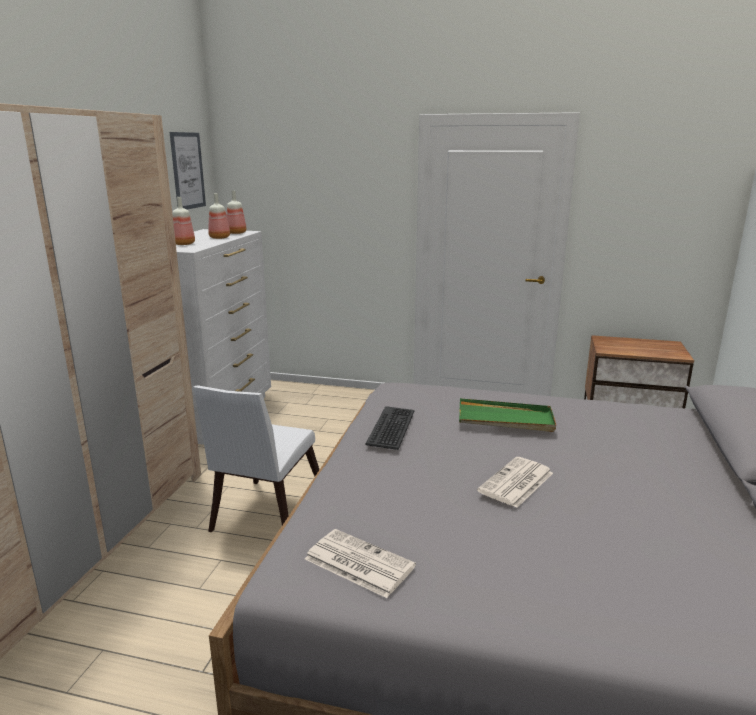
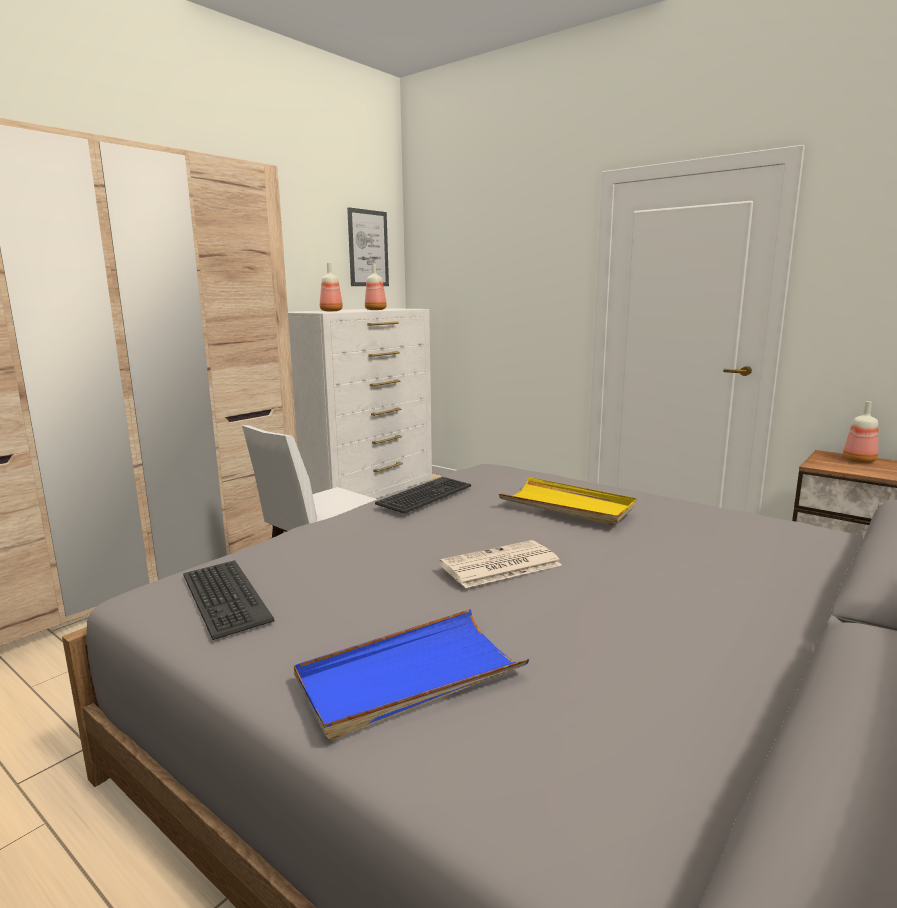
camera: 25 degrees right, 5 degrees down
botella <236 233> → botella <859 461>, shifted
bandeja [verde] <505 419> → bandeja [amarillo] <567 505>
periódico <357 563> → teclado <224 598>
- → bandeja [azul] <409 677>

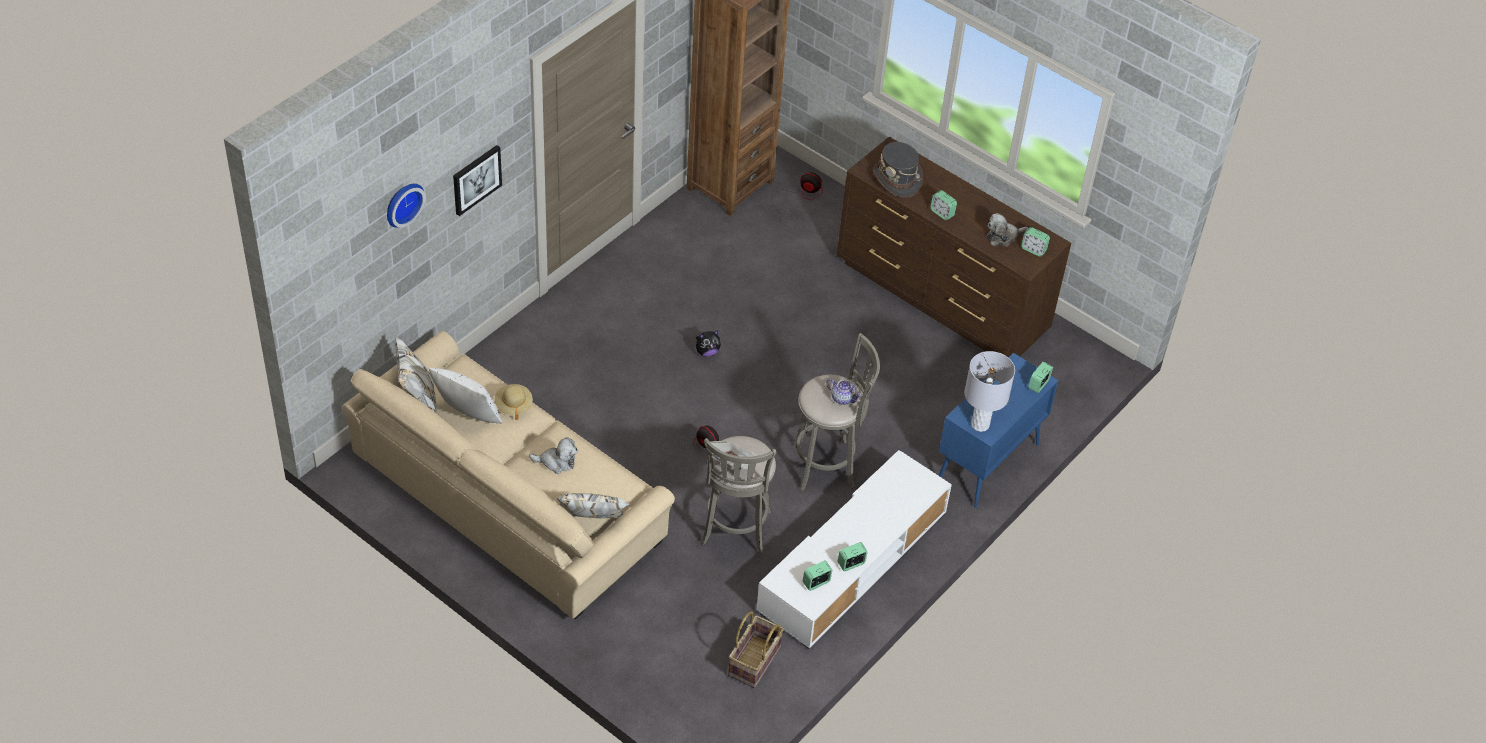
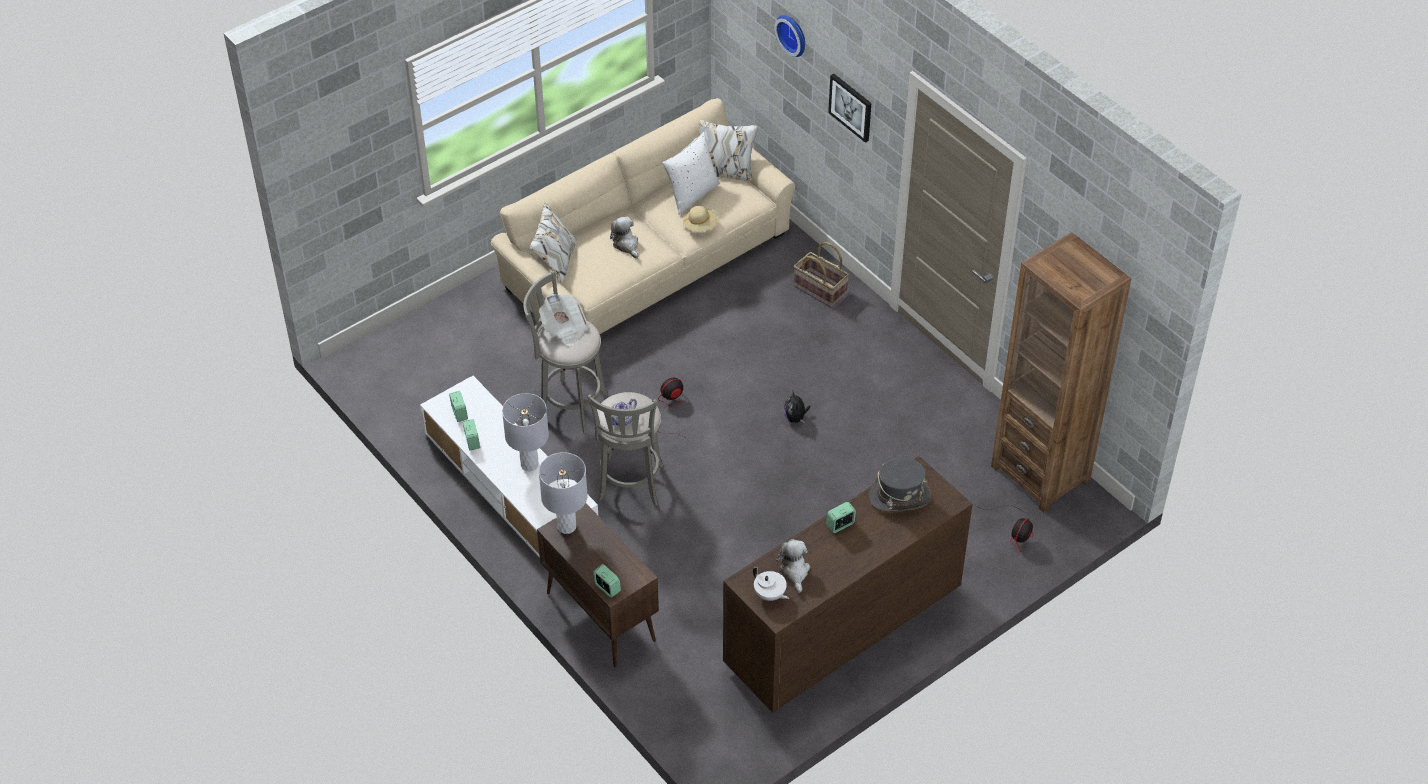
camera: 105 degrees right, 0 degrees up
despertador <1033 249> → tetera [blanco] <770 595>
armario [azul] <987 464> → armario [marrón] <600 616>
peluche <556 462> → peluche <626 245>, 135 degrees clockwise
cesta <755 662> → cesta <819 290>, shifted
- → lámpara de mesa [gris] <529 464>

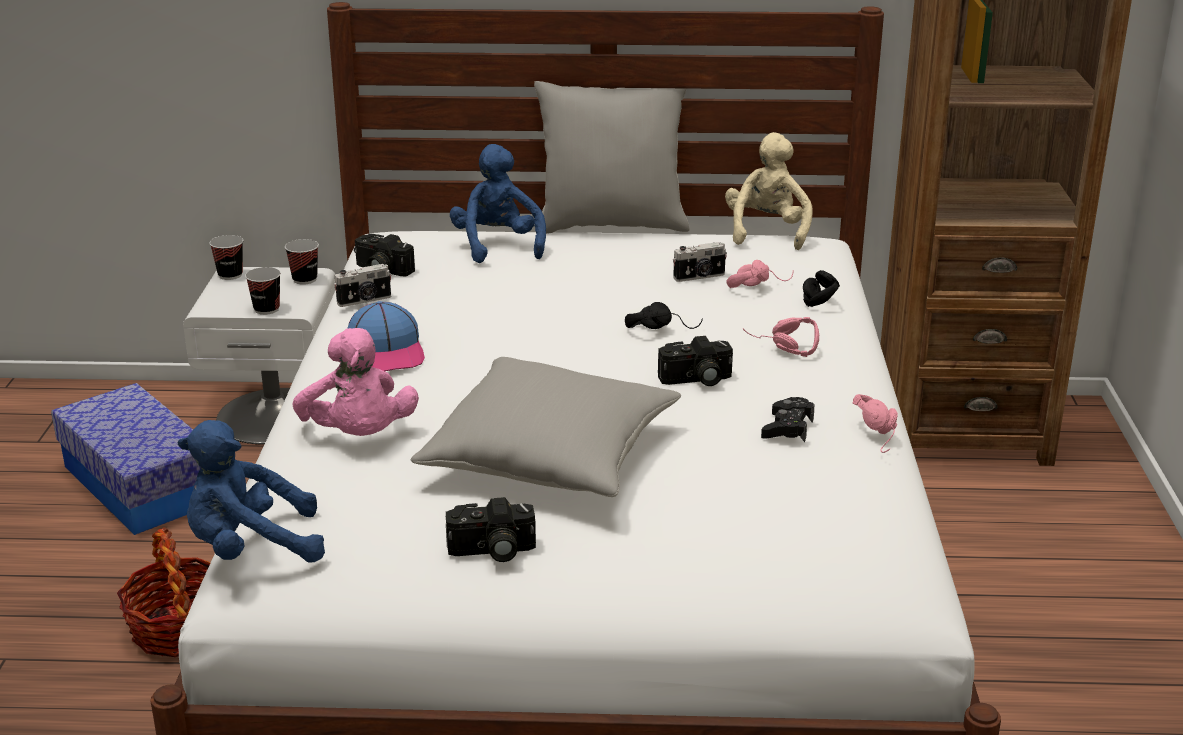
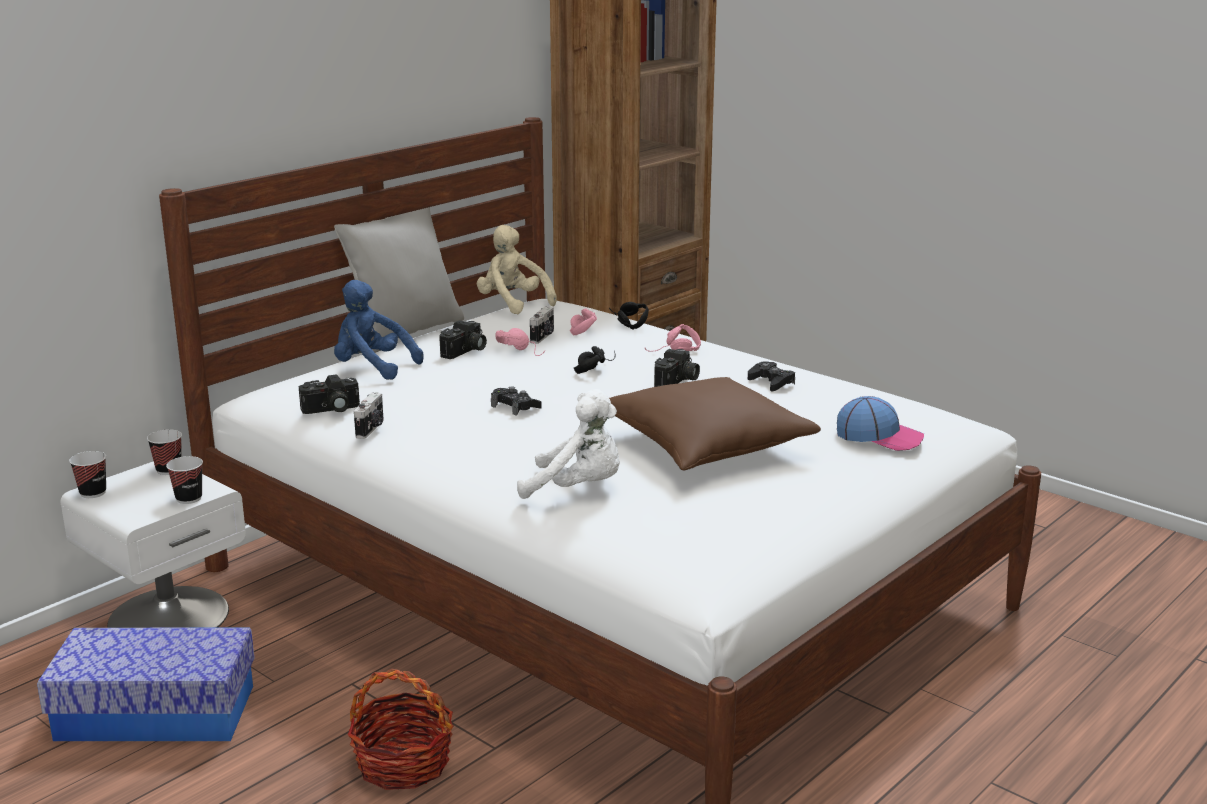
camera: 50 degrees left, 5 degrees down
gorra <386 352> → gorra <879 436>, shifted
peluche [rosa] <359 436> → peluche [blanco] <578 489>
cojín [gris] <551 457> → cojín [marrón] <706 445>
auriculares [rosa] <883 436> → auriculares [rosa] <523 351>, shifted
peluche [azul] <251 549> → -
cámara <491 551> → cámara <465 351>, shifted
- → mando de consola [negro] <515 407>

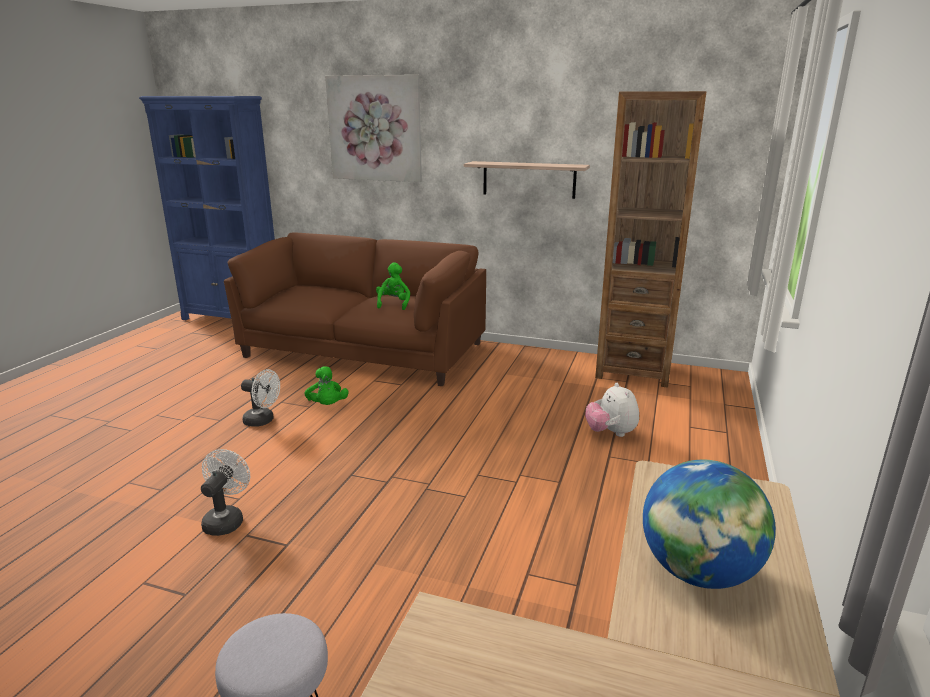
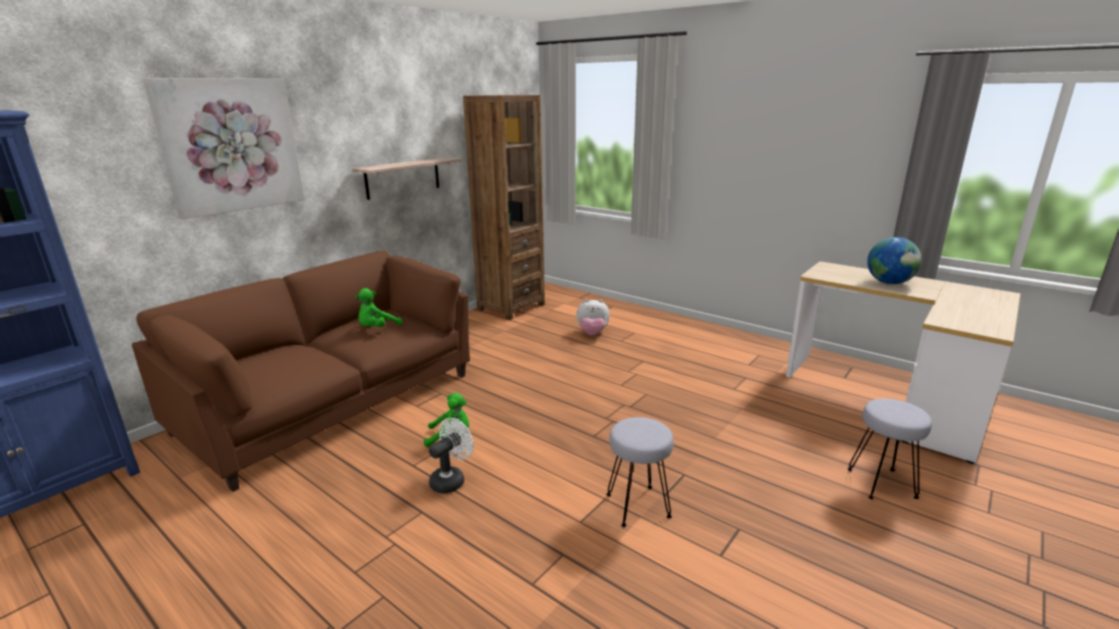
camera: 70 degrees left, 0 degrees up
peluche [verde] <393 304> → peluche [verde] <377 328>, 75 degrees counterclockwise
ventilador [blanco] <226 520> → taburete [gris] <637 506>

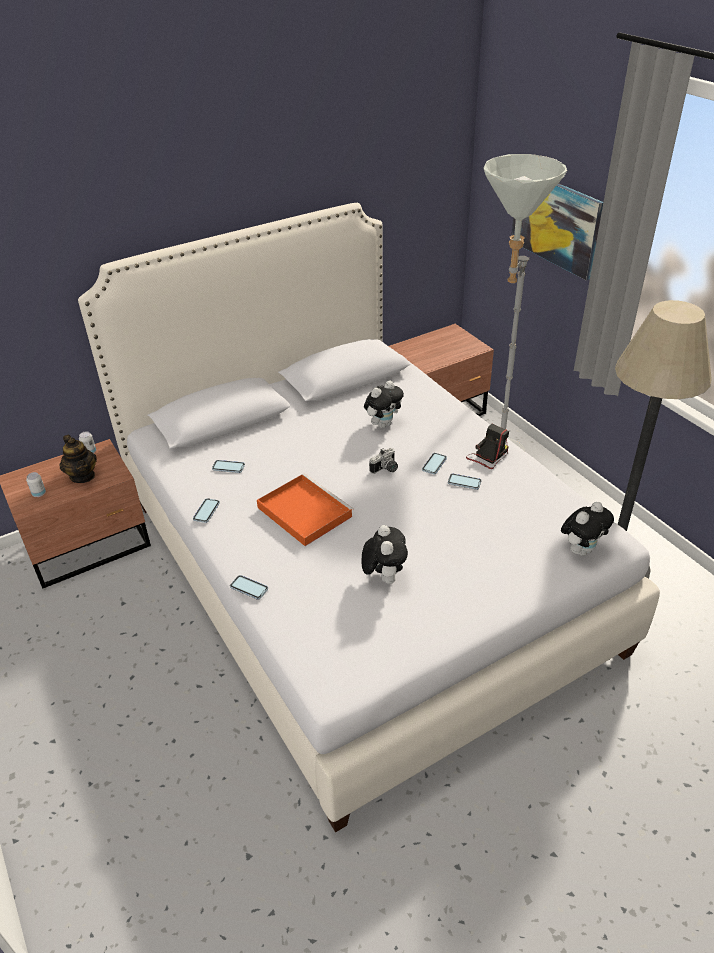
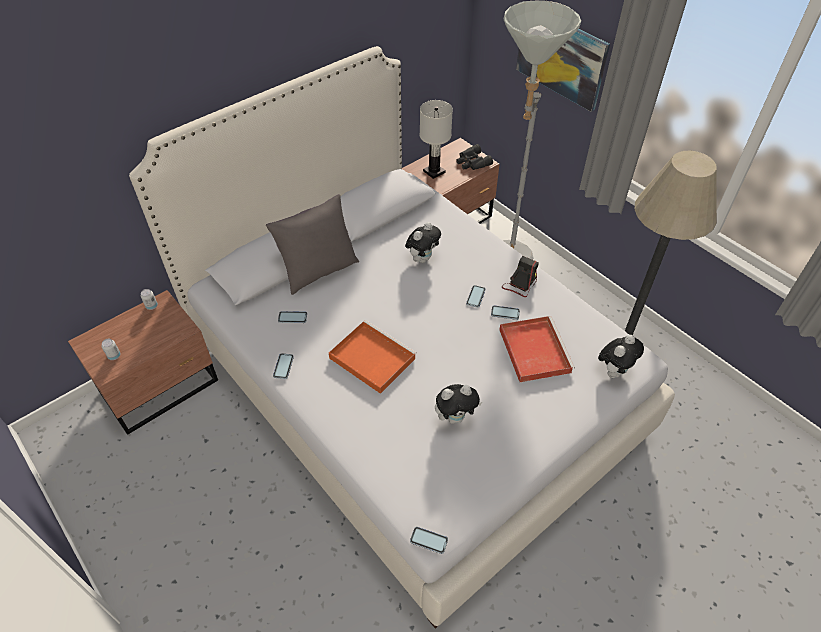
camera: 10 degrees left, 10 degrees up
tetera <83 476> → -
cámara <386 469> → -
peluche <384 577> → peluche <455 417>, 90 degrees clockwise
móvil <249 588> → móvil <429 540>, shifted
- → lámpara de mesa [blanco] <433 171>
- → prismáticos [negro] <472 162>
- → cojín [gris] <319 271>
- → bandeja [rojo] <533 349>

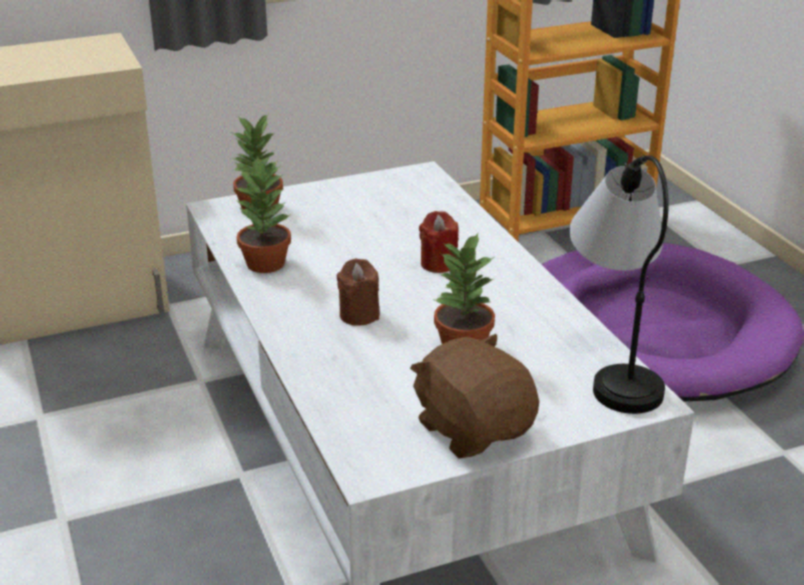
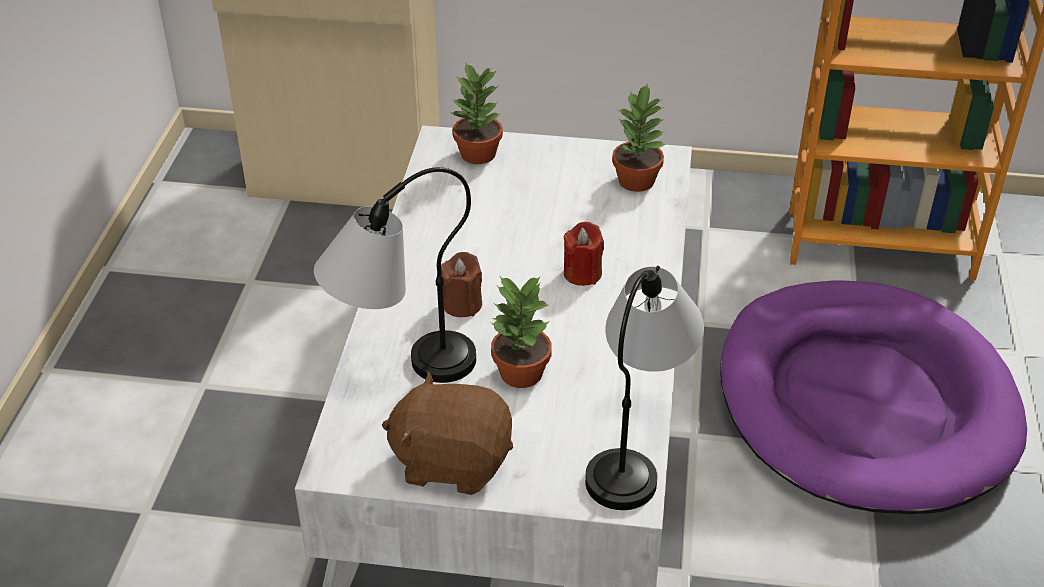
camera: 30 degrees right, 10 degrees up
planta en maceta <266 263> → planta en maceta <637 181>, shifted
peluche [marrón] <474 429> → peluche [marrón] <452 461>, 75 degrees counterclockwise
- → lámpara de mesa <399 369>

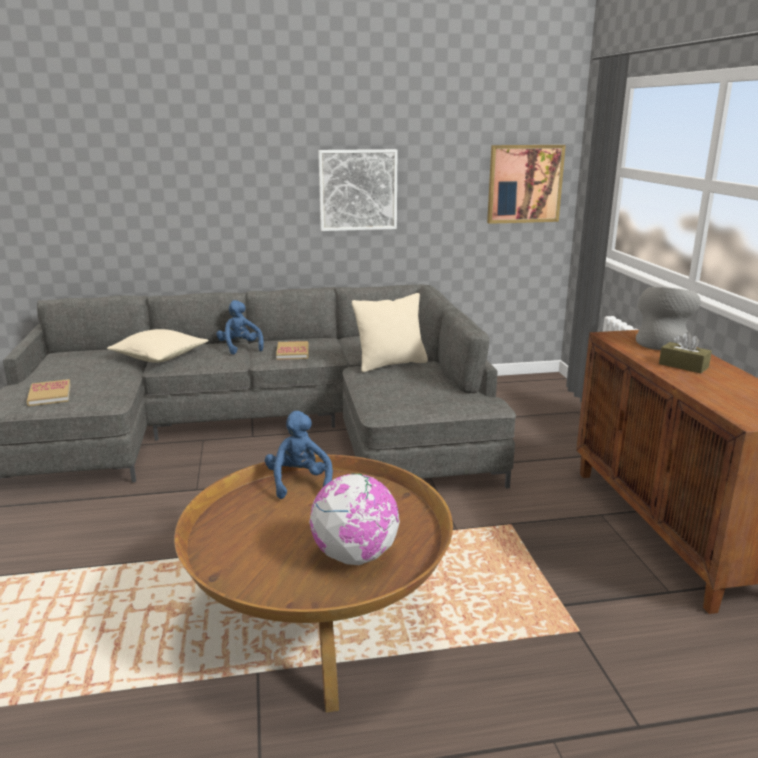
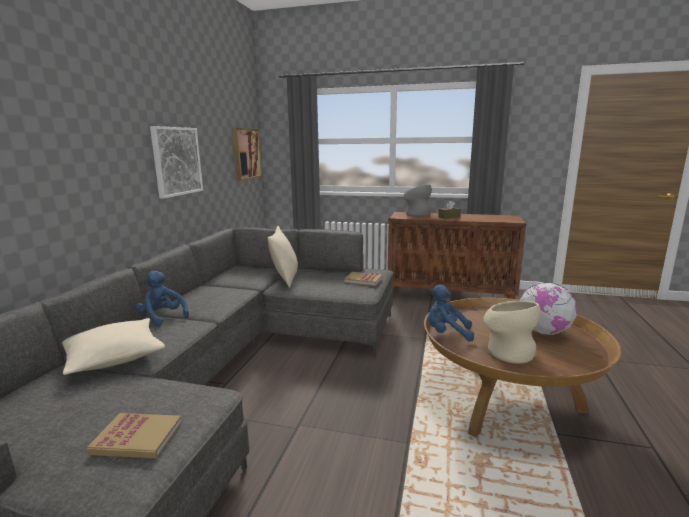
camera: 65 degrees left, 5 degrees down
peluche [azul] <240 348> → peluche [azul] <162 317>, 45 degrees clockwise
libro <293 352> → libro <363 280>, shifted
- → florero [beis] <507 352>

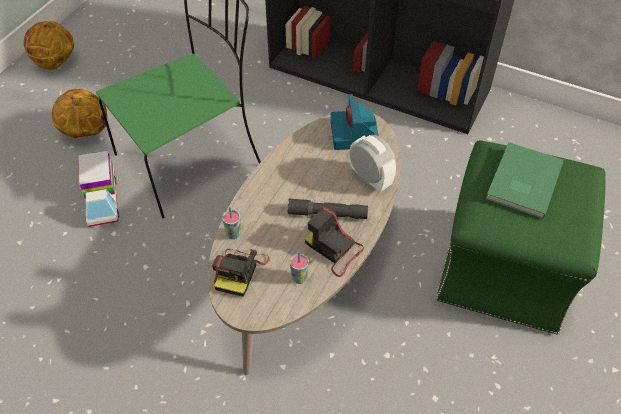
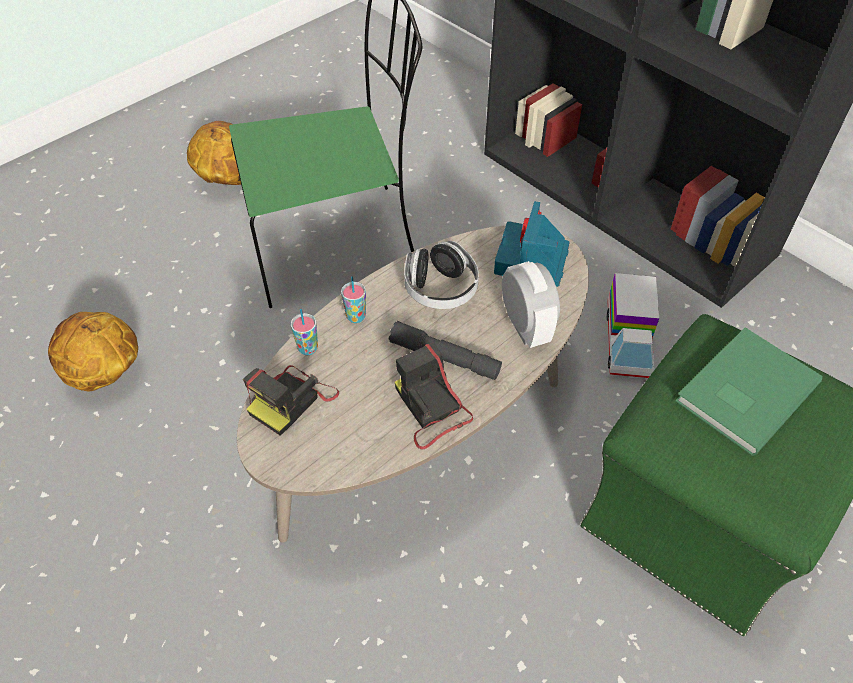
camera: 20 degrees right, 0 degrees up
balón de baloncesto <55 63> → balón de baloncesto <105 374>, shifted
camión de juguete <102 199> → camión de juguete <627 340>, shifted
taza <299 278> → taza <356 317>, shifted
- → auriculares <440 289>

